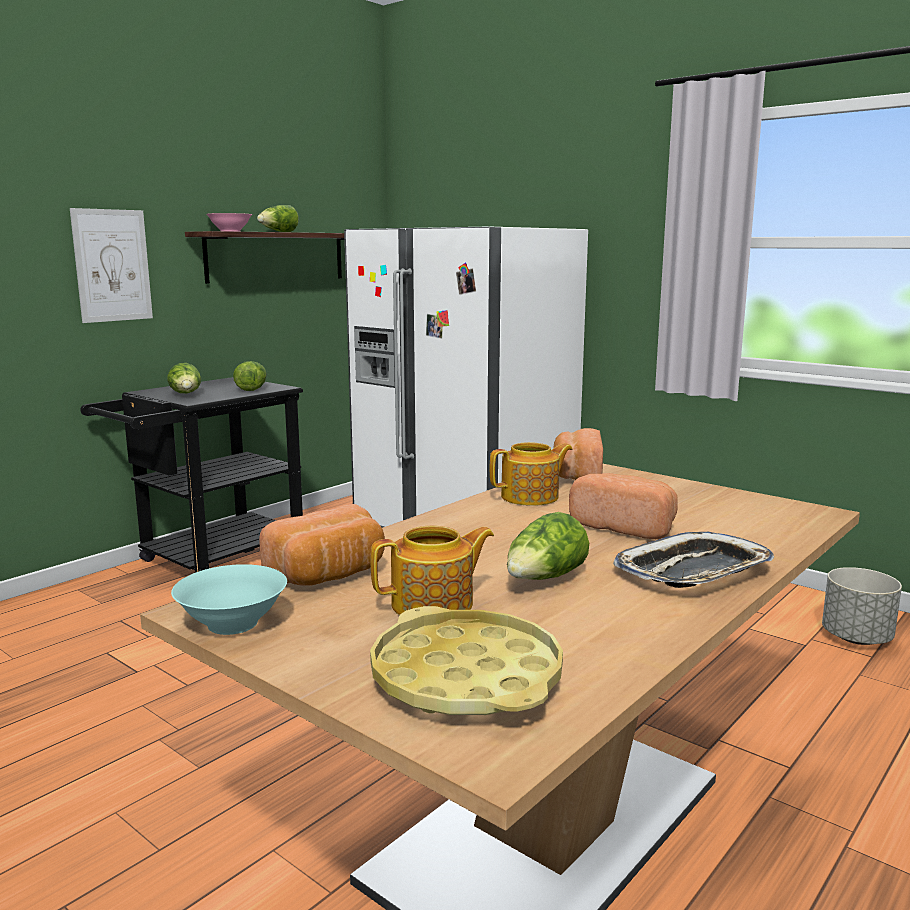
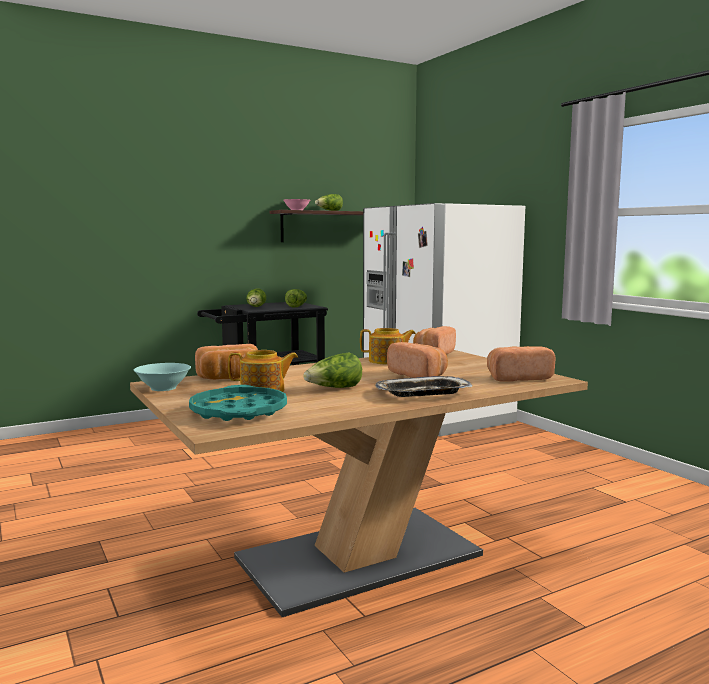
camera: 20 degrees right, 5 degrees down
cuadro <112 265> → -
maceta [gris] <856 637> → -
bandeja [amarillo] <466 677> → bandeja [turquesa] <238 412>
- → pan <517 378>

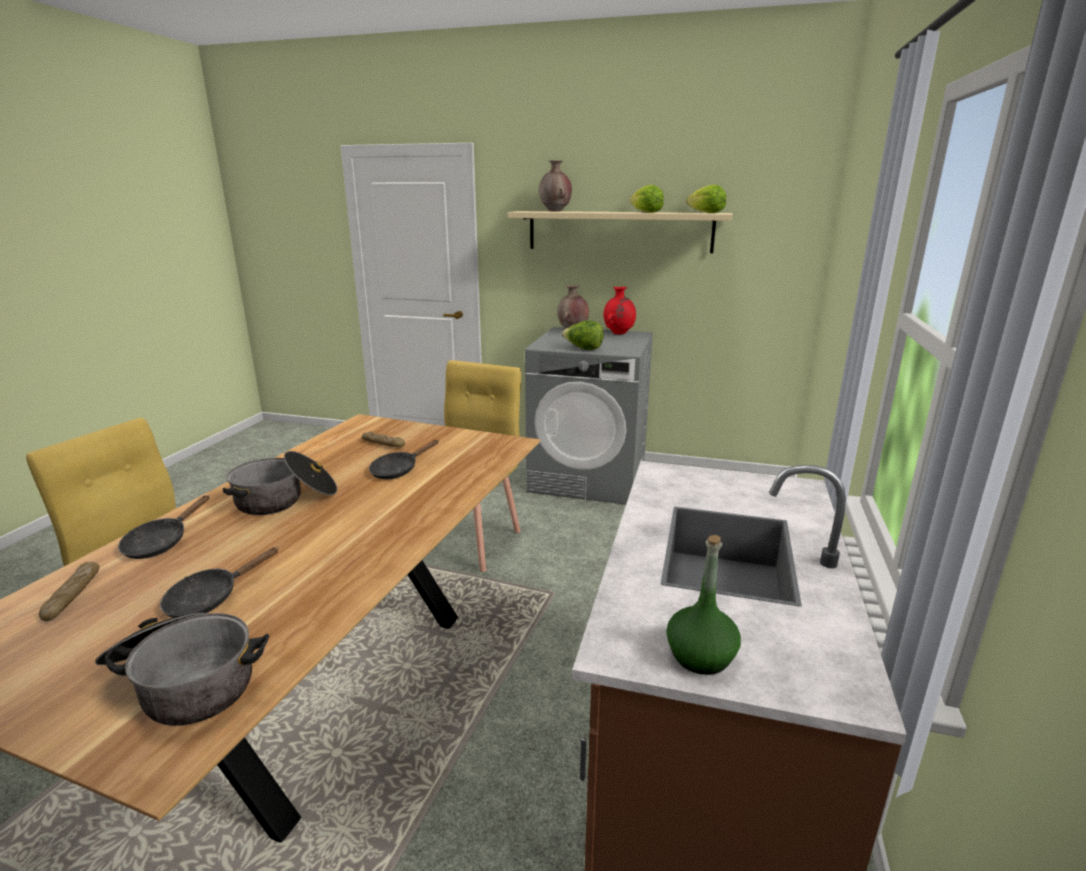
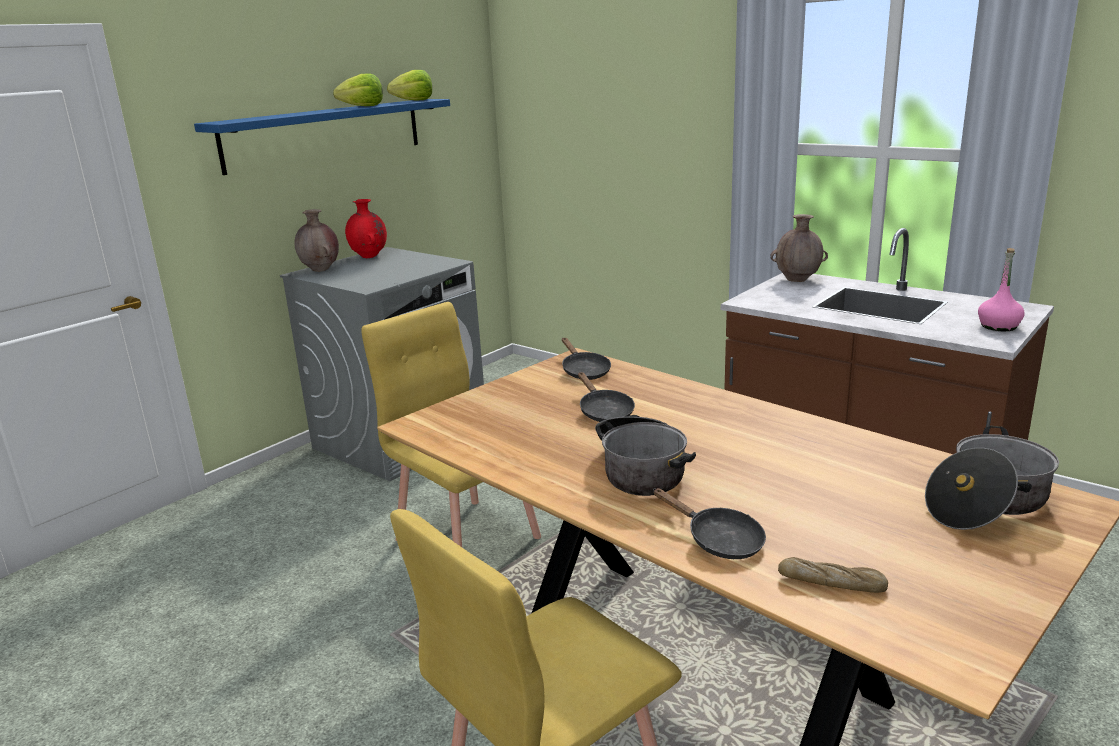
camera: 65 degrees left, 0 degrees up
florero [marrón] <555 211> → florero [marrón] <798 280>, shifted
estante [beis] <619 231> → estante [azul] <325 134>
lechuga <583 349> → -
pan <383 444> → -
botella [verde] <700 656> → botella [rosa] <999 326>
sartén [negro] <209 599> → sartén [negro] <584 371>, shifted

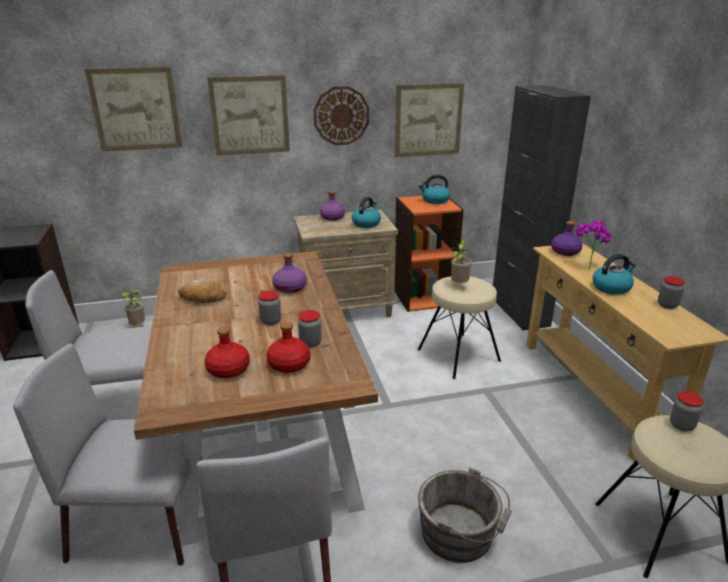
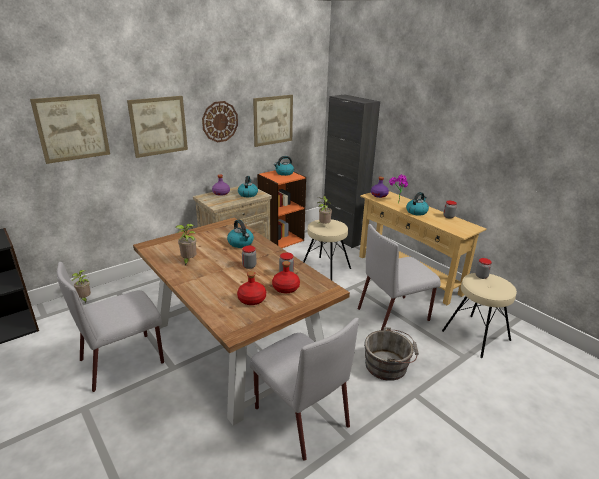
camera: 25 degrees left, 0 degrees up
botella [morado] <290 288> → hervidor <241 243>
pan <202 298> → planta en maceta <188 261>
silla [gris] <143 526> → silla [gris] <394 314>, shifted

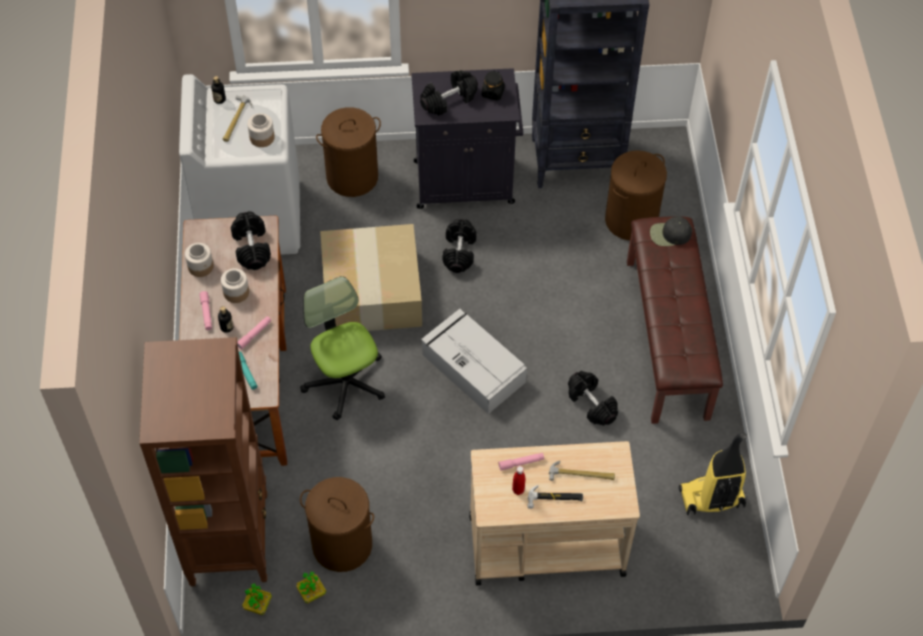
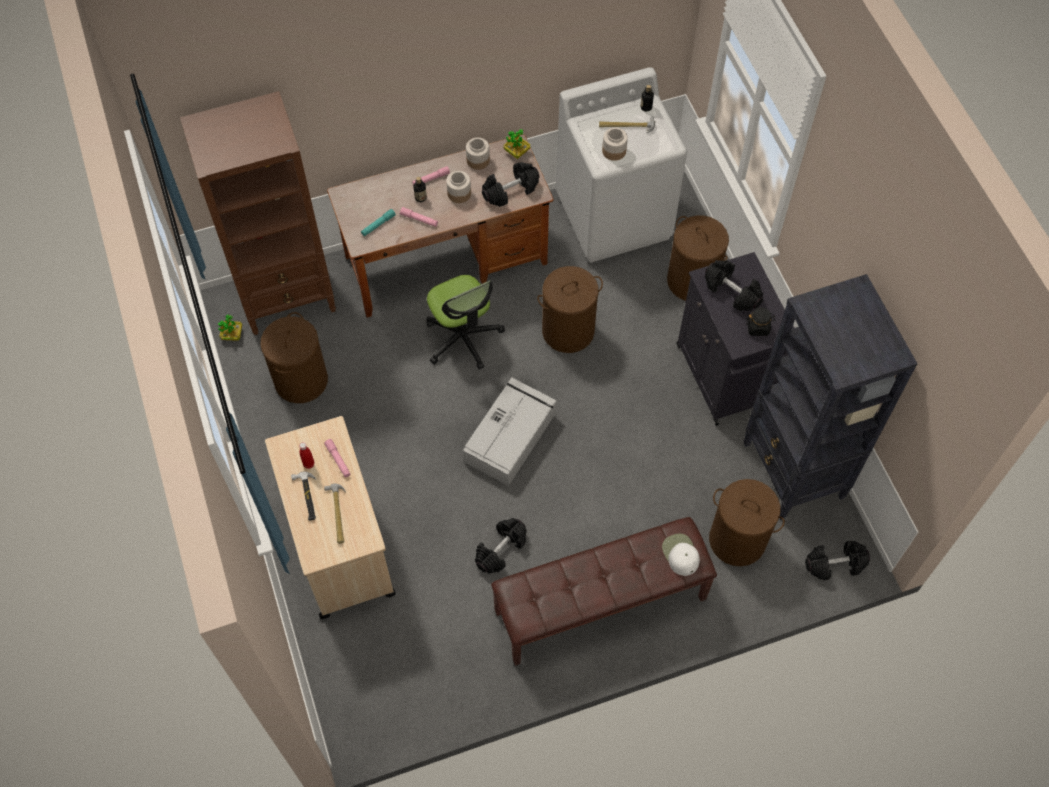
camera: 75 degrees right, 5 degrees up
gorra [negro] <670 234> → gorra [blanco] <680 554>
mancuerna [negro] <459 252> → mancuerna [negro] <835 565>, shifted
caja de cartón <370 290> → cesto de la ropa [marrón] <568 330>
silla de oficina <345 382> → silla de oficina <463 338>, 105 degrees clockwise
aspiradora <711 499> → -
planta en maceta <311 592> → planta en maceta <516 152>, shifted

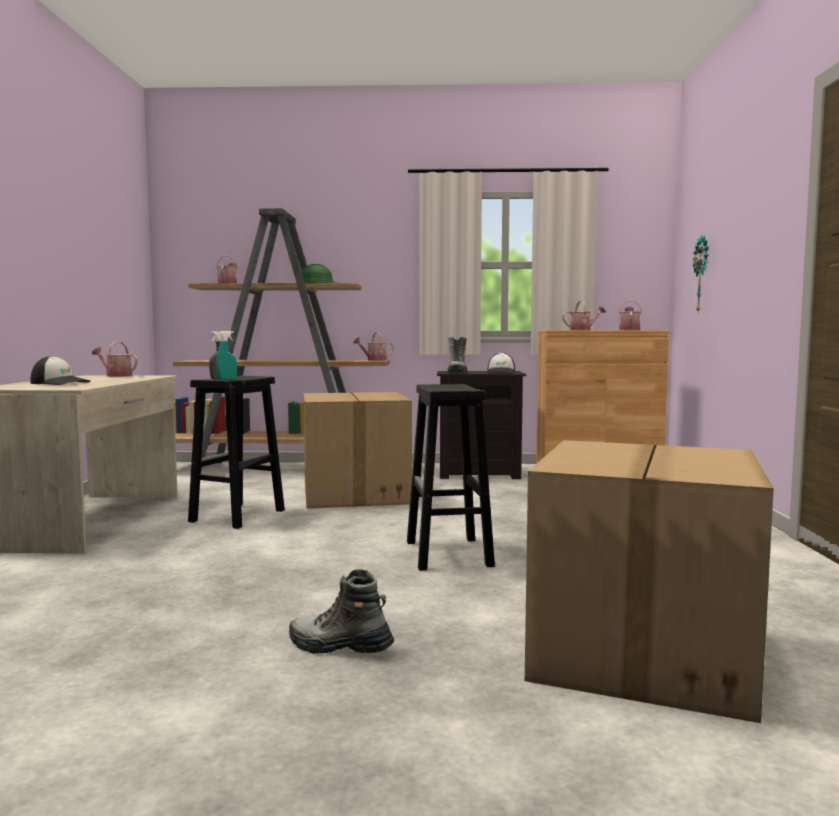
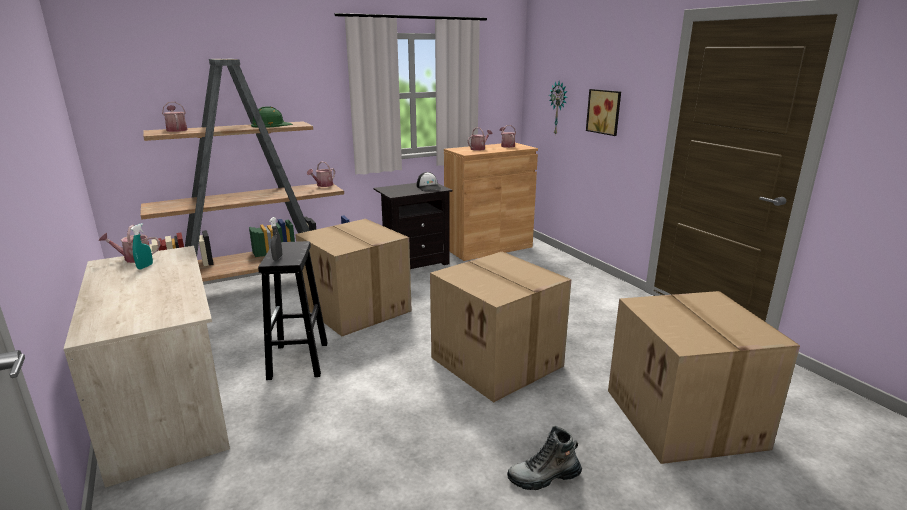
camera: 30 degrees left, 15 degrees up
pulverizador [turquesa] <227 379> → pulverizador [turquesa] <145 266>, shifted
bota <457 371> → -
gorra <60 383> → -
taburete [negro] <449 554> → caja de cartón <499 362>
- → cuadro <605 111>

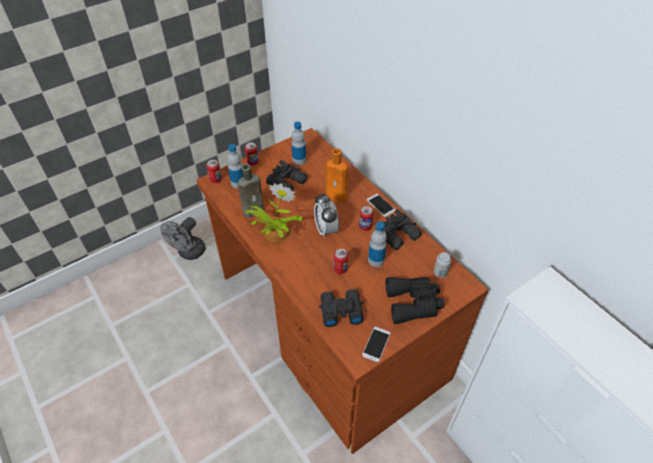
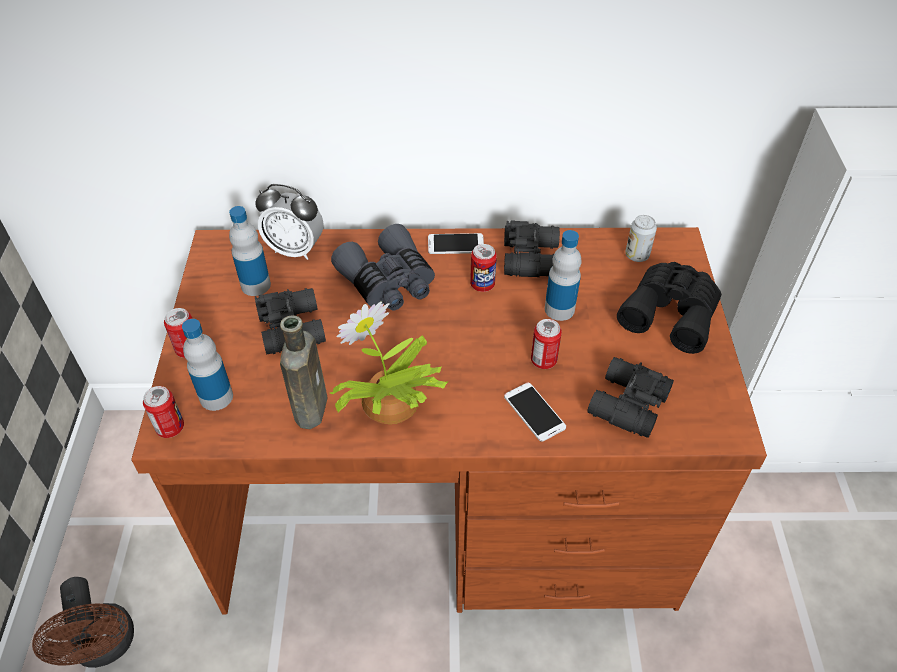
camera: 55 degrees left, 0 degrees up
botella [naranja] <337 196> → prismáticos [gris] <389 282>
despertador <326 229> → despertador <295 249>, shifted
ventilador [gris] <189 253> → ventilador [marrón] <105 647>
móvil <376 344> → móvil <534 412>, shifted

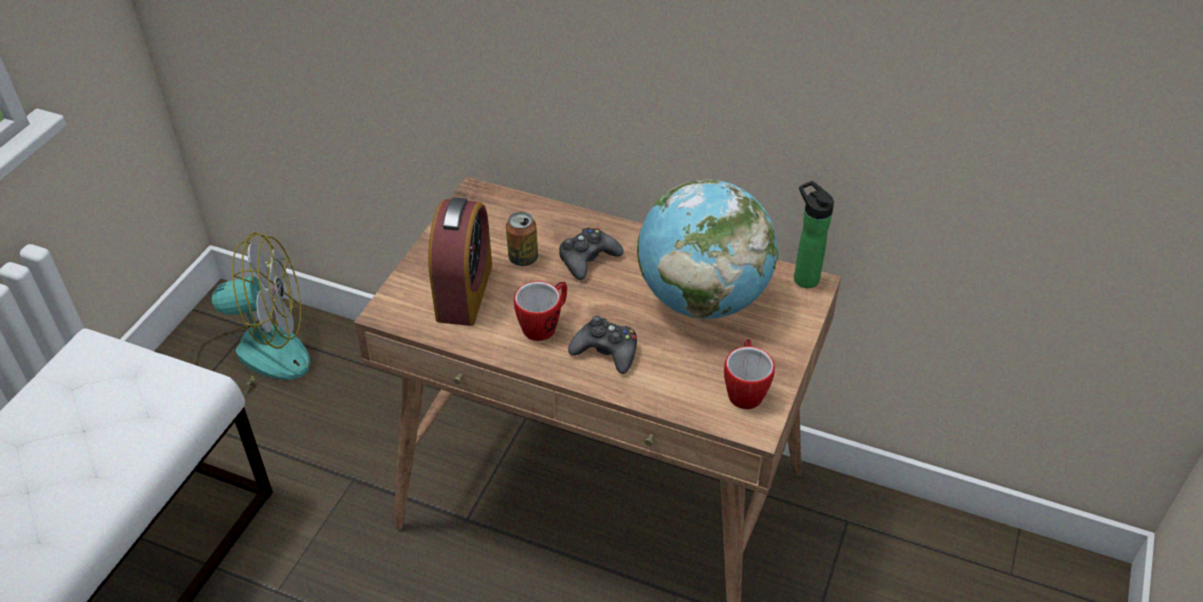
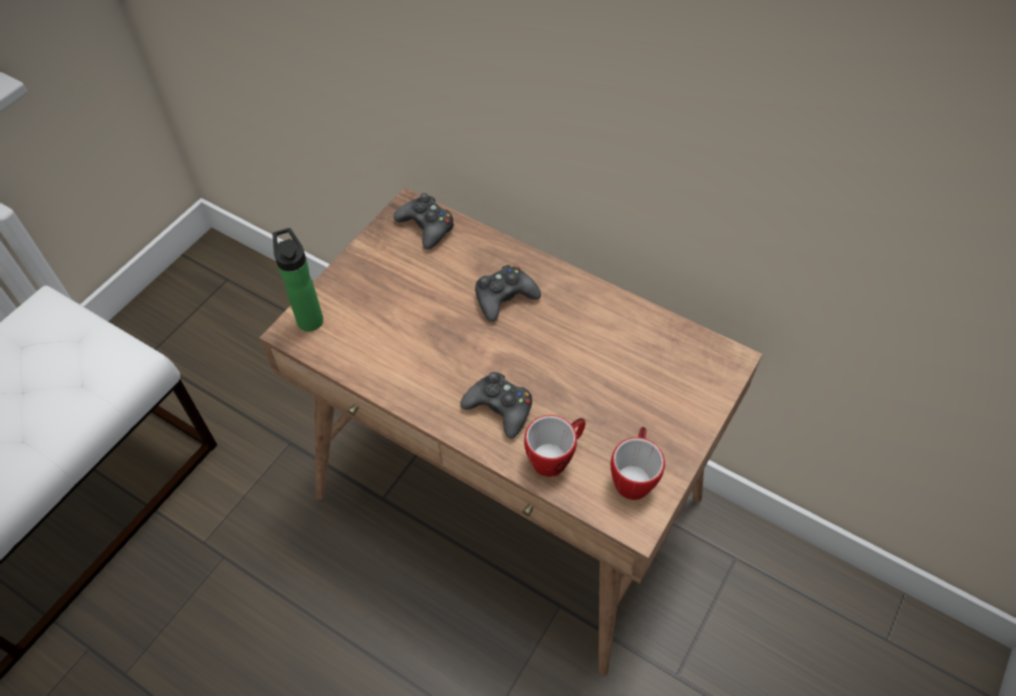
camera: 10 degrees right, 10 degrees up
globo terráqueo <702 299> → -
botella <803 277> → botella <309 318>, shifted
despertador <464 292> → -
lata <523 258> → -
ventilador <254 356> → -
taza grande <544 325> → taza grande <555 456>, shifted
- → mando de consola [negro] <426 227>

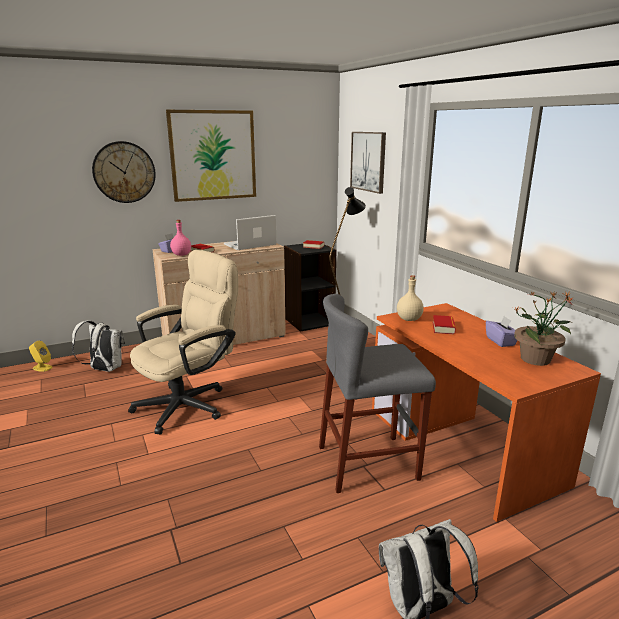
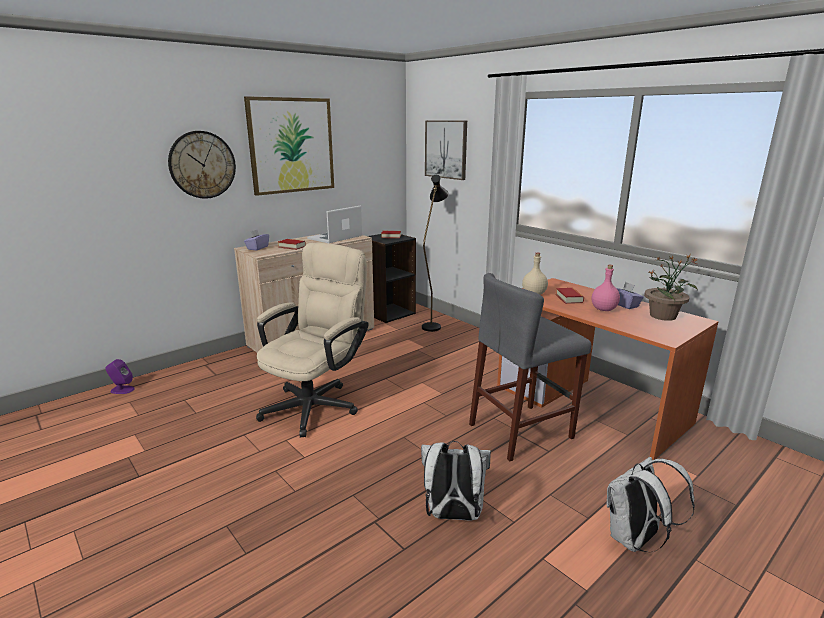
camera: 15 degrees left, 0 degrees up
botella [rosa] <181 255> → botella [rosa] <604 309>, shifted
mochila [blanco] <104 369> → mochila [blanco] <453 515>, shifted
altavoz [amarillo] <42 367> → altavoz [morado] <122 390>

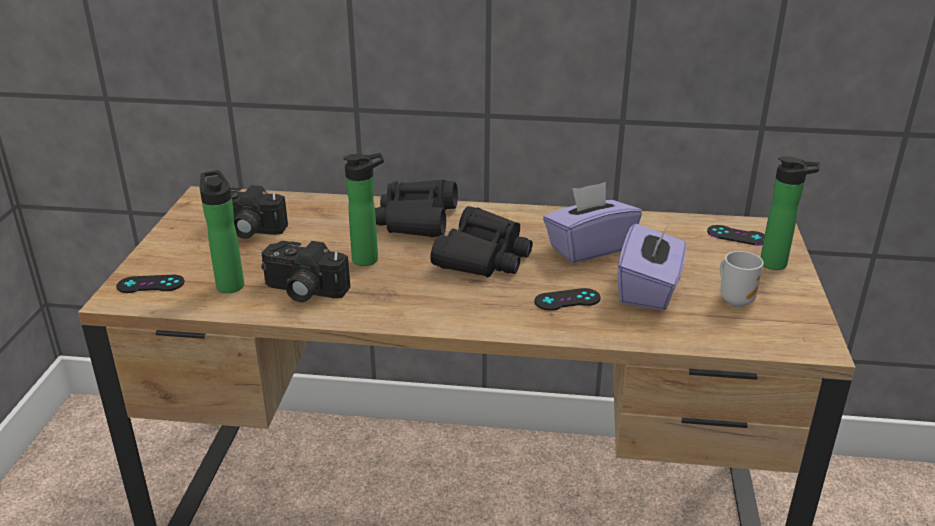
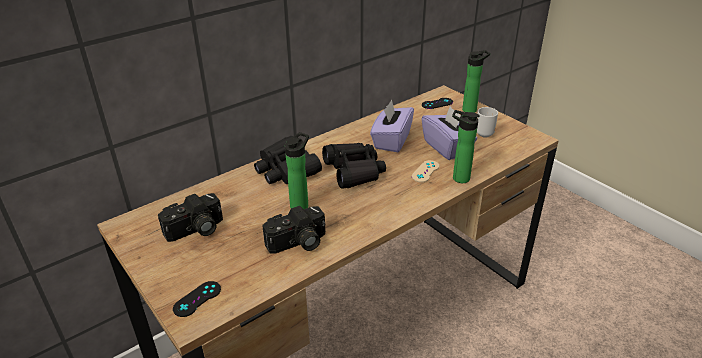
camera: 45 degrees left, 5 degrees up
botella <229 284> → botella <458 178>, shifted
mando de consola [negro] <567 300> → mando de consola [beis] <425 171>

